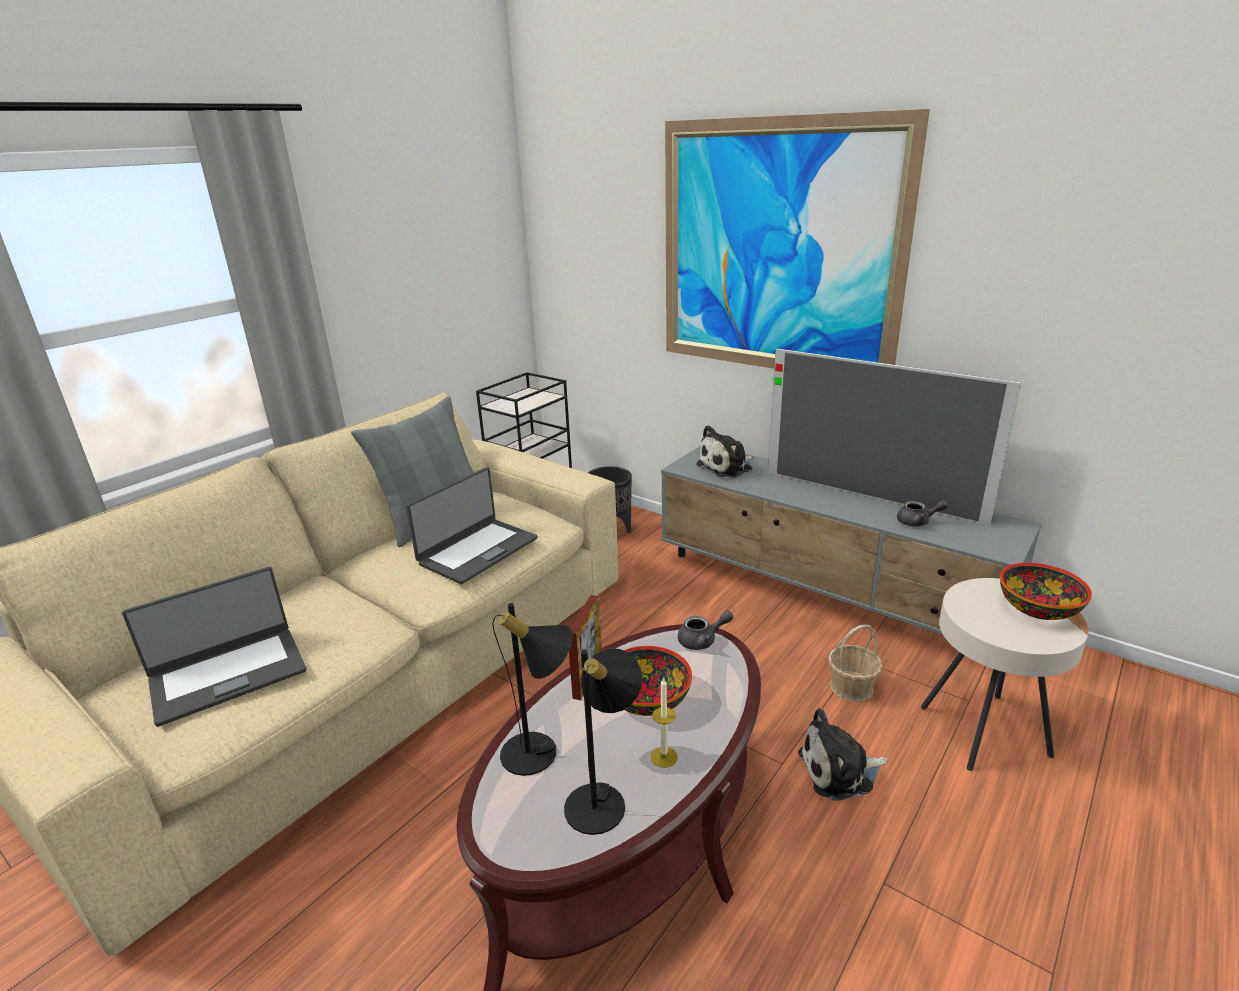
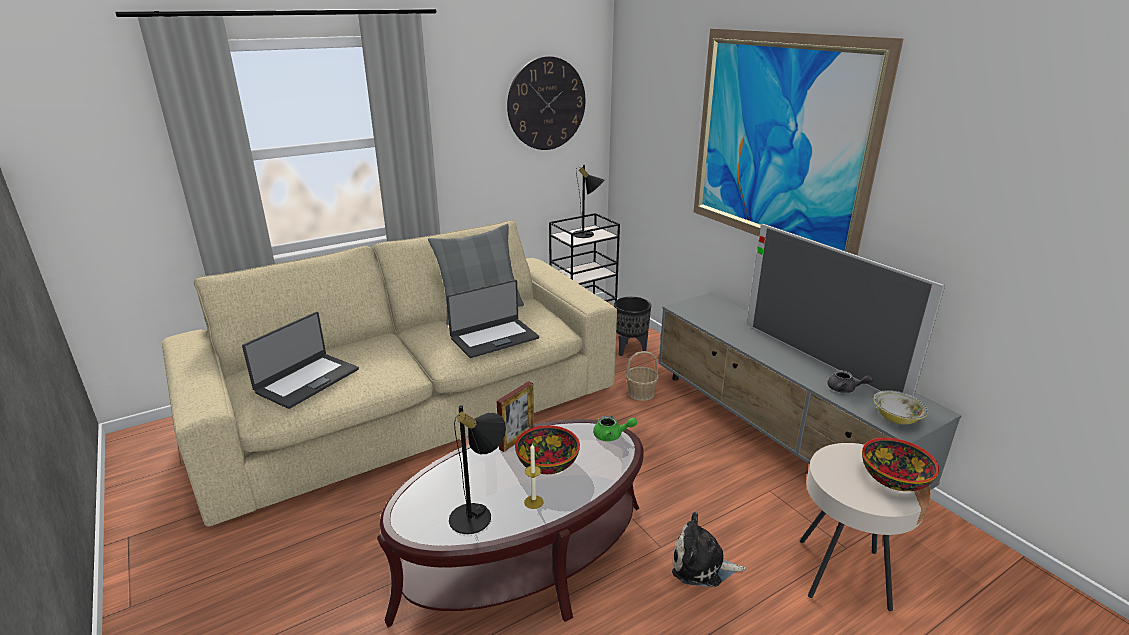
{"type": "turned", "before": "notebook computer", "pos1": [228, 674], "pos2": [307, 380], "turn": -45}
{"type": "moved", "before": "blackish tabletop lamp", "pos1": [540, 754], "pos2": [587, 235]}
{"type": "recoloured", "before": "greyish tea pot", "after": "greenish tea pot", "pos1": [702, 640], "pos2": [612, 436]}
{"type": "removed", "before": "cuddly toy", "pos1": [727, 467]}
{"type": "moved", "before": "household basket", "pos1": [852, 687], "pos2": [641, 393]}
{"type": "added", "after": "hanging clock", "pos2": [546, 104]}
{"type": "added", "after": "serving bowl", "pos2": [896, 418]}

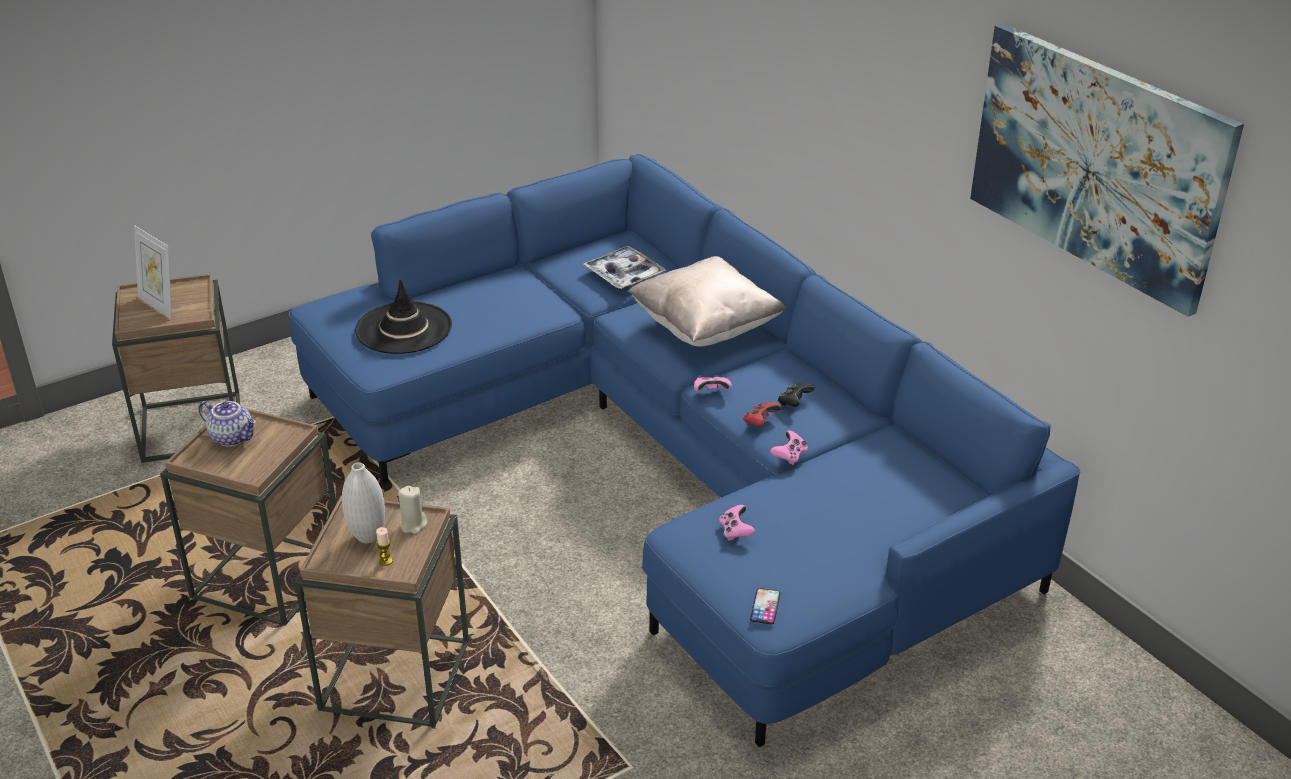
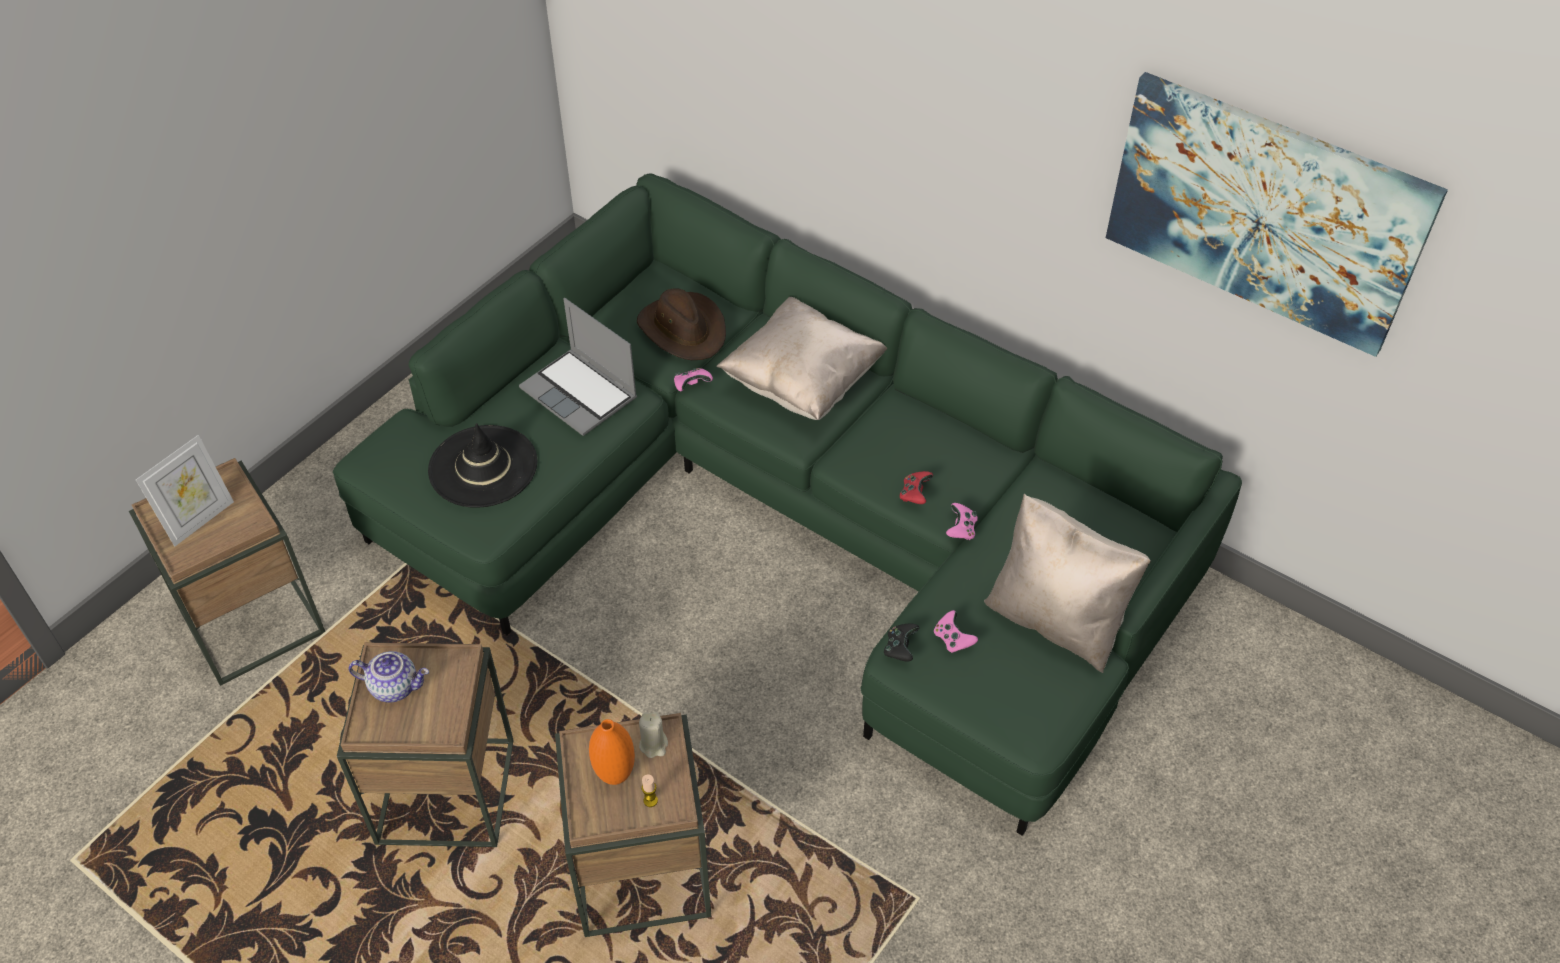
{"type": "turned", "before": "picture frame", "pos1": [160, 305], "pos2": [199, 520], "turn": -75}
{"type": "recoloured", "before": "bluish sofa", "after": "greenish sofa", "pos1": [674, 459], "pos2": [791, 518]}
{"type": "recoloured", "before": "white-coloured flower vase", "after": "orange flower vase", "pos1": [368, 537], "pos2": [615, 775]}
{"type": "replaced", "before": "tray", "after": "brown hat", "pos1": [624, 275], "pos2": [683, 329]}
{"type": "moved", "before": "pink-coloured game controller", "pos1": [711, 392], "pos2": [692, 385]}
{"type": "removed", "before": "handset", "pos1": [765, 606]}
{"type": "moved", "before": "blackish game controller", "pos1": [794, 402], "pos2": [900, 648]}
{"type": "added", "after": "notebook computer", "pos2": [581, 394]}
{"type": "added", "after": "sand-coloured cushion", "pos2": [1055, 620]}

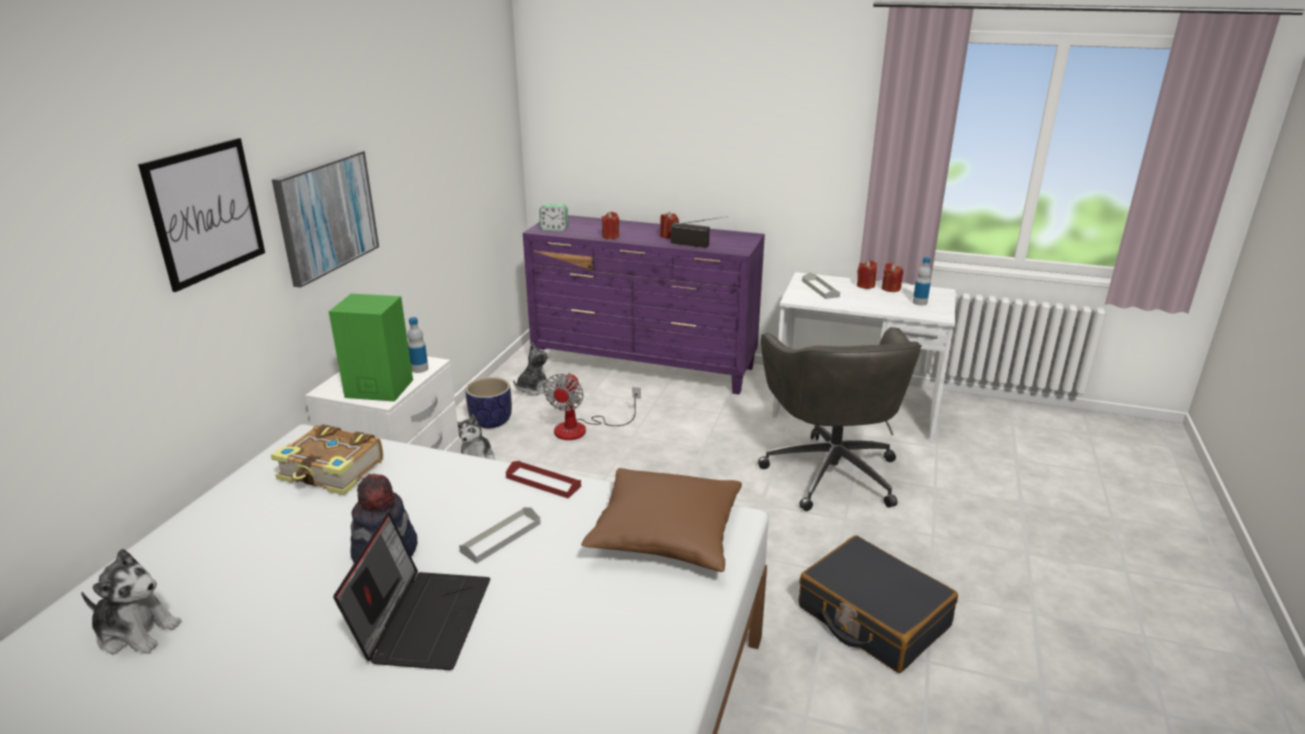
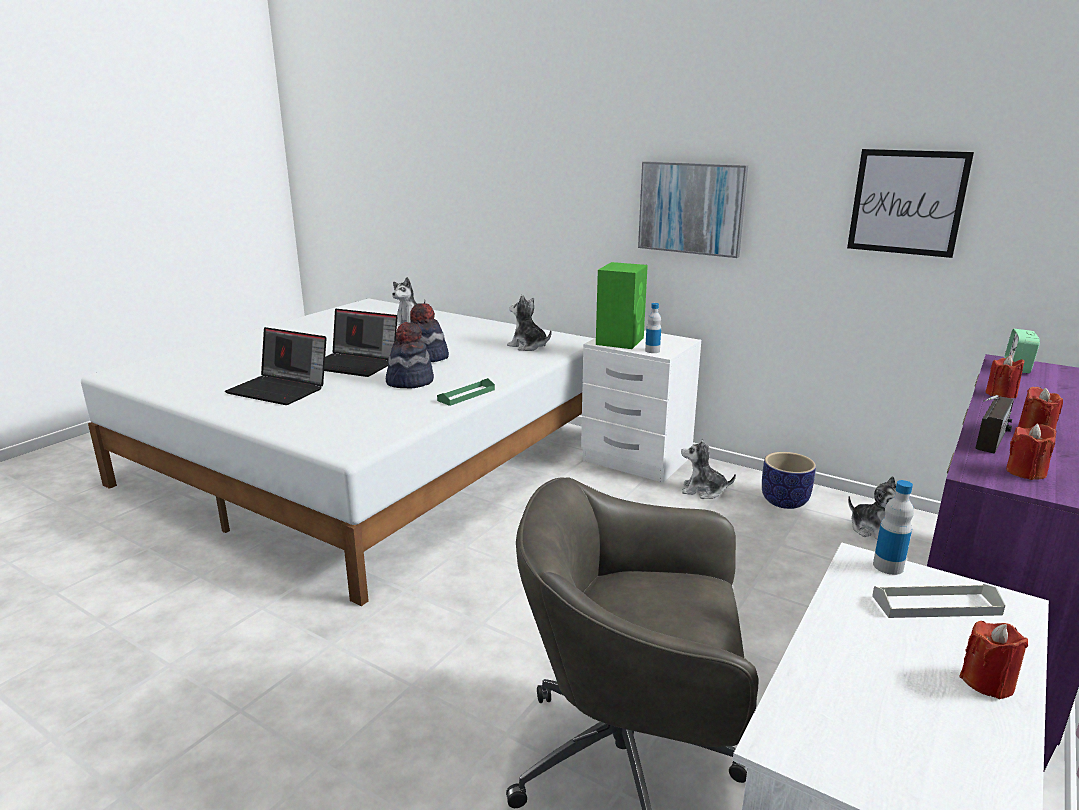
{"type": "moved", "before": "wall art", "pos1": [206, 212], "pos2": [907, 202]}
{"type": "replaced", "before": "bound book", "after": "cuddly toy", "pos1": [332, 472], "pos2": [528, 346]}
{"type": "replaced", "before": "greyish tray", "after": "hat", "pos1": [501, 537], "pos2": [410, 381]}
{"type": "recoloured", "before": "red tray", "after": "greenish tray", "pos1": [543, 482], "pos2": [466, 395]}
{"type": "removed", "before": "electric fan", "pos1": [582, 429]}
{"type": "removed", "before": "brown cushion", "pos1": [665, 534]}
{"type": "removed", "before": "blackish suitcase", "pos1": [872, 617]}
{"type": "moved", "before": "red wax light", "pos1": [890, 289], "pos2": [1025, 472]}
{"type": "moved", "before": "bottle", "pos1": [919, 302], "pos2": [888, 566]}
{"type": "added", "after": "notebook computer", "pos2": [281, 389]}

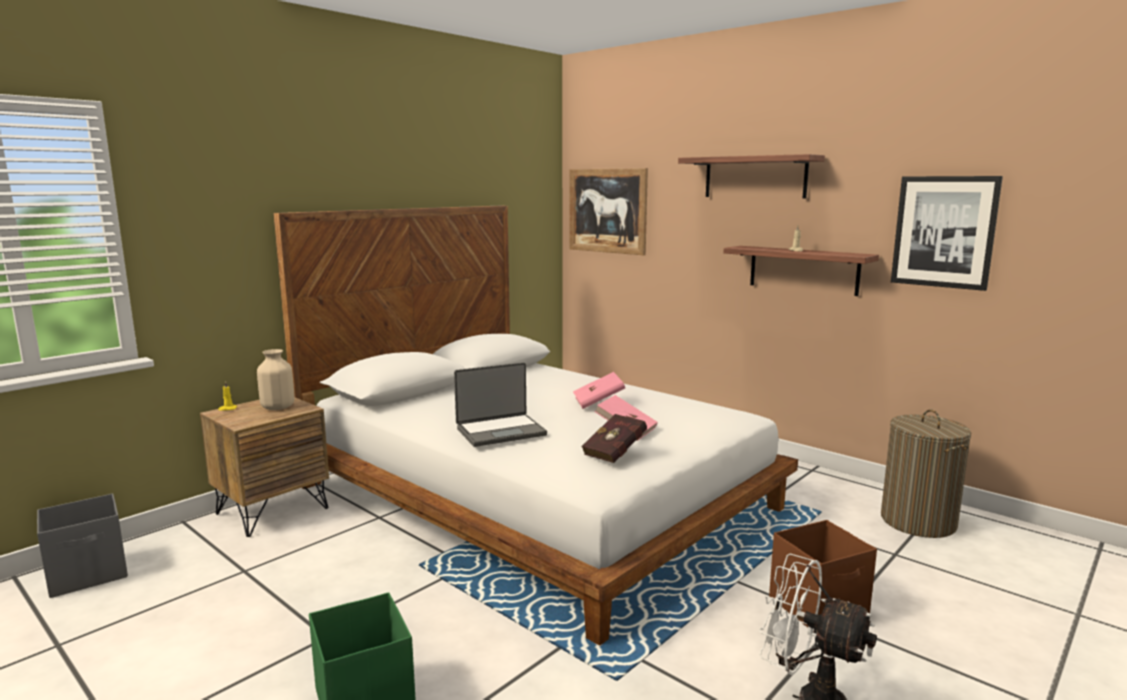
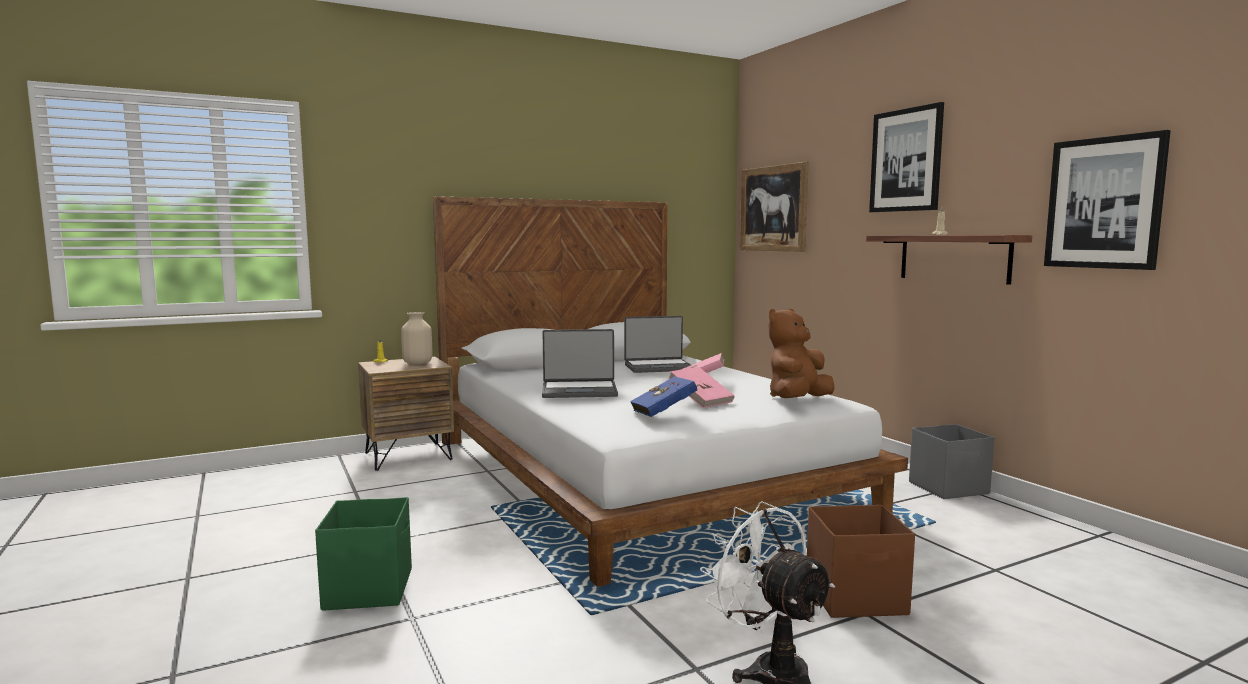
{"type": "moved", "before": "greyish storage box", "pos1": [89, 574], "pos2": [949, 488]}
{"type": "recoloured", "before": "red bound book", "after": "bluish bound book", "pos1": [617, 452], "pos2": [666, 412]}
{"type": "replaced", "before": "bracket shelf", "after": "wall art", "pos1": [755, 177], "pos2": [906, 160]}
{"type": "removed", "before": "washing basket", "pos1": [917, 521]}
{"type": "added", "after": "notebook computer", "pos2": [658, 367]}
{"type": "added", "after": "brown cuddly toy", "pos2": [797, 400]}

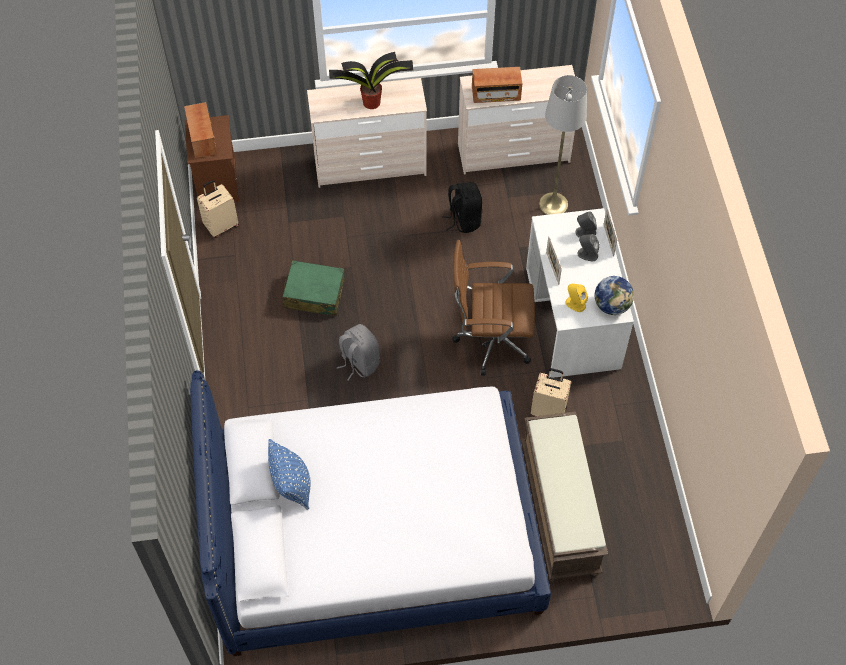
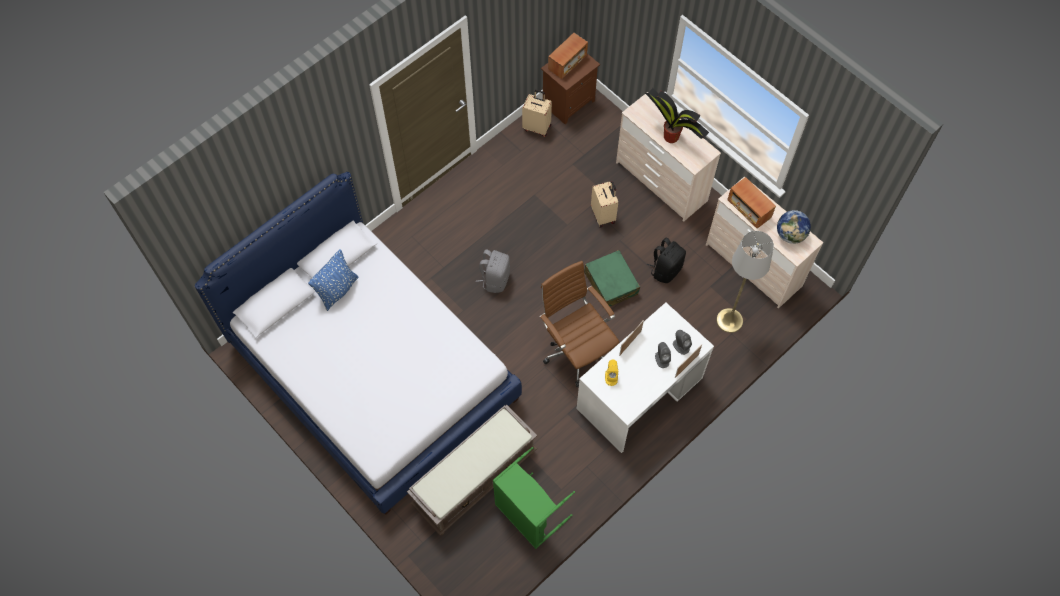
{"type": "moved", "before": "greenish suitcase", "pos1": [314, 294], "pos2": [611, 283]}
{"type": "moved", "before": "sand-coloured suitcase", "pos1": [549, 411], "pos2": [604, 215]}
{"type": "moved", "before": "world globe", "pos1": [612, 305], "pos2": [790, 235]}
{"type": "added", "after": "greenish washing basket", "pos2": [527, 515]}

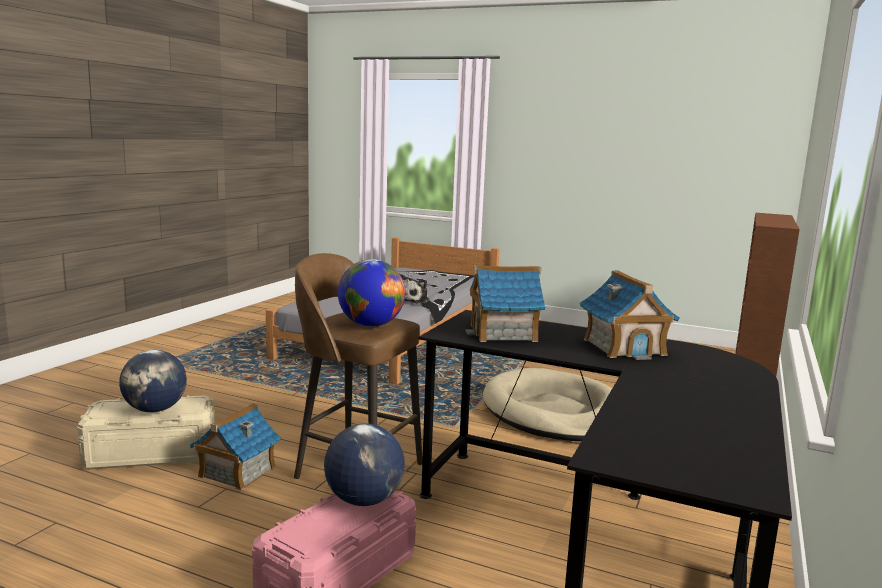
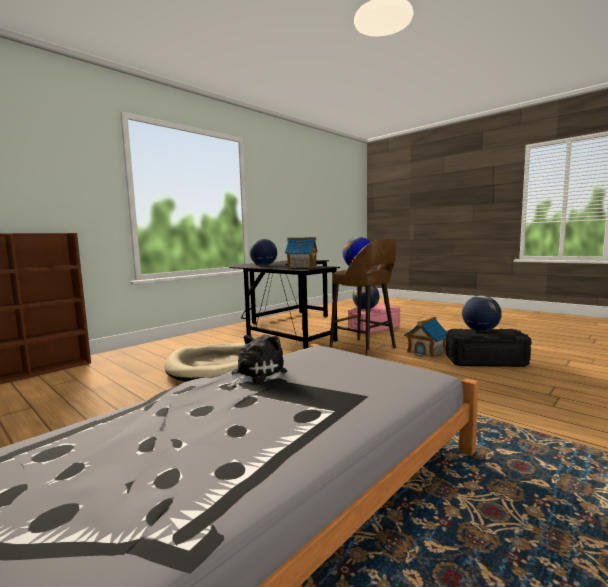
{"type": "recoloured", "before": "sand-coloured storage box", "after": "blackish storage box", "pos1": [151, 453], "pos2": [485, 361]}
{"type": "replaced", "before": "model house", "after": "world globe", "pos1": [624, 347], "pos2": [263, 266]}

